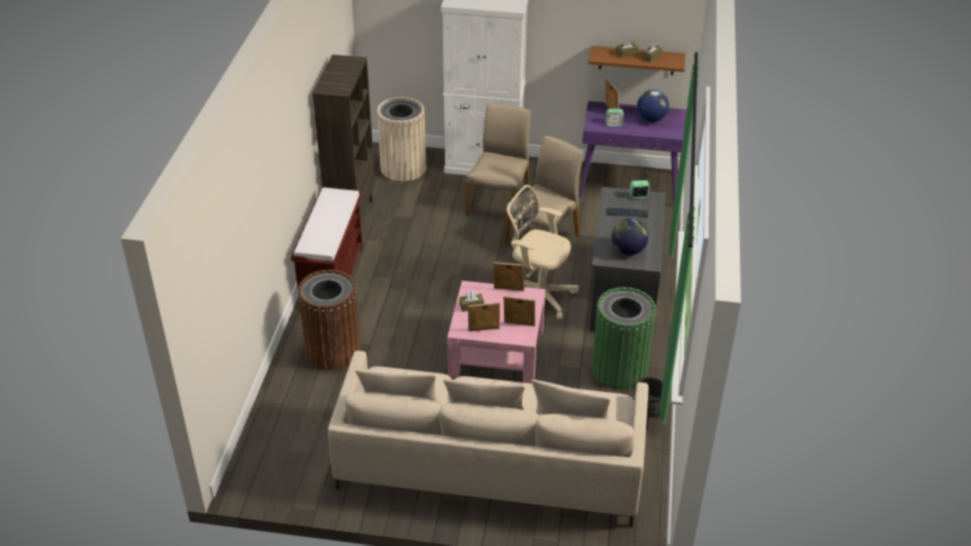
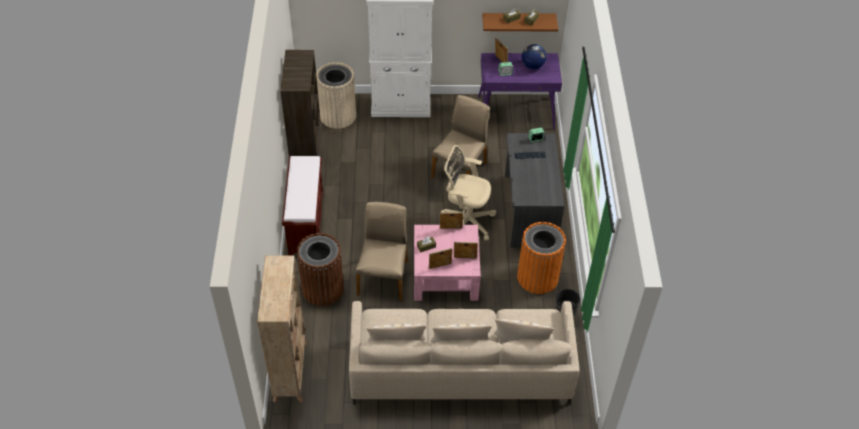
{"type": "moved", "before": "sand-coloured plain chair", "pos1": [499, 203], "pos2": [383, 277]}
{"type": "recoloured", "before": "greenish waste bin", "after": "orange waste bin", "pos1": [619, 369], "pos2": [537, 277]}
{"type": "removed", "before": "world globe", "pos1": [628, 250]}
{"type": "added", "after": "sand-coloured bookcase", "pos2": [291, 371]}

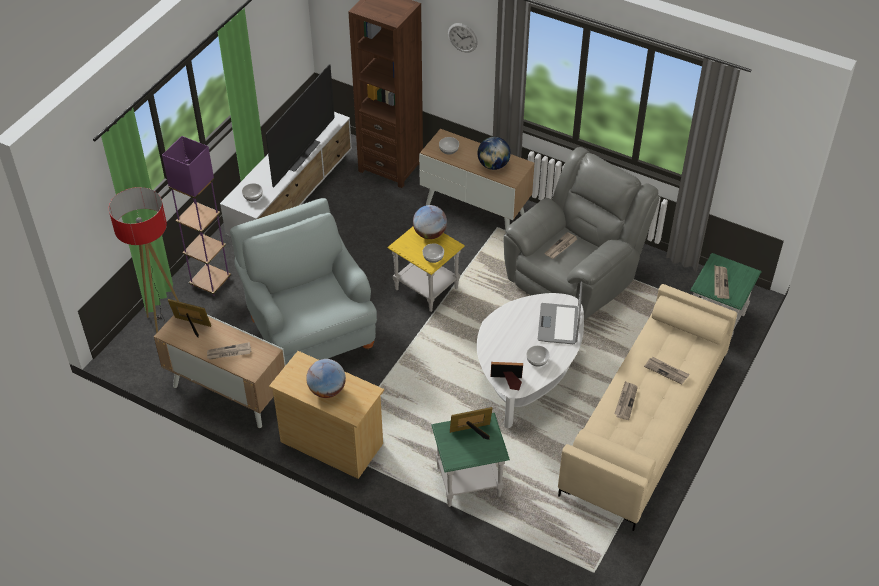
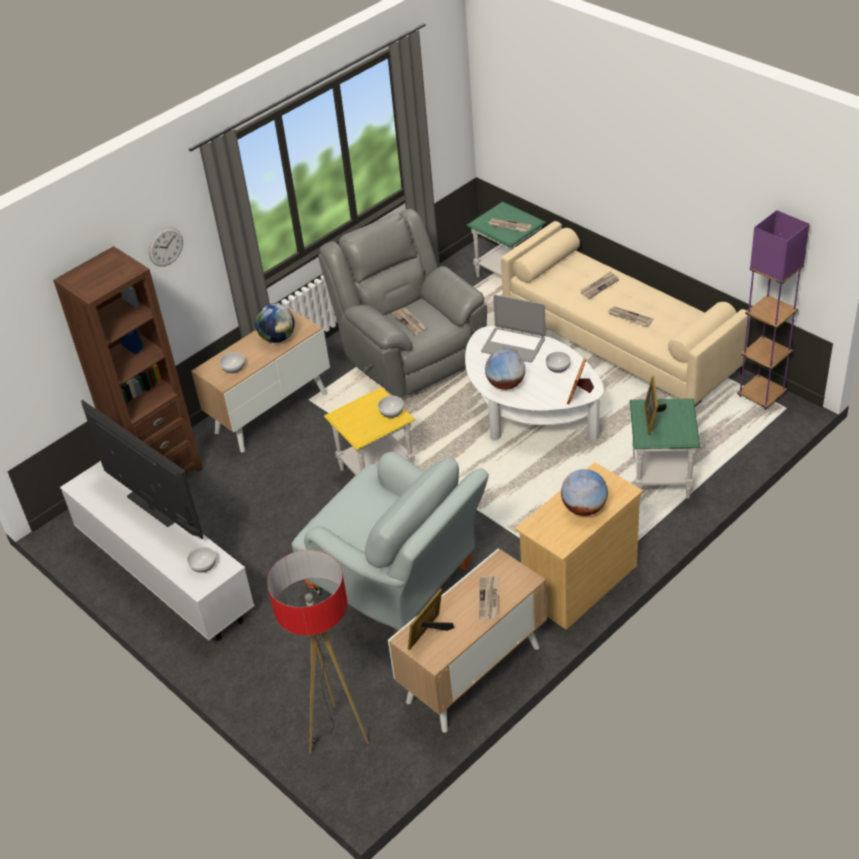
{"type": "moved", "before": "purple-coloured floor lamp", "pos1": [210, 282], "pos2": [761, 396]}
{"type": "turned", "before": "greyish armchair", "pos1": [309, 329], "pos2": [398, 583], "turn": -135}
{"type": "moved", "before": "world globe", "pos1": [430, 234], "pos2": [506, 384]}

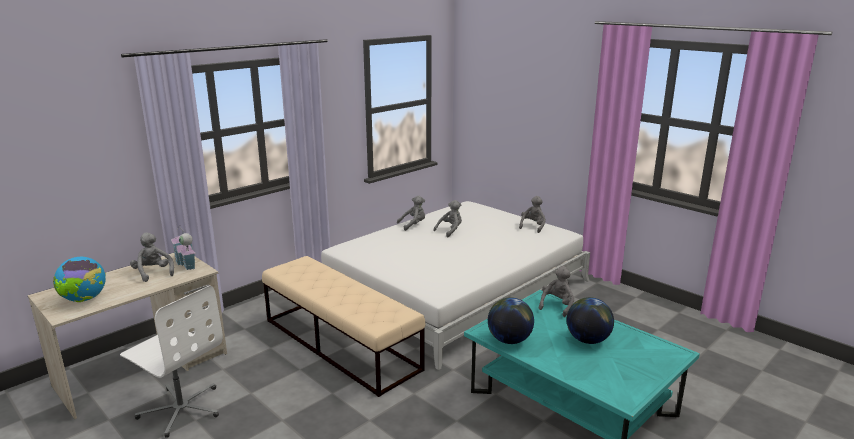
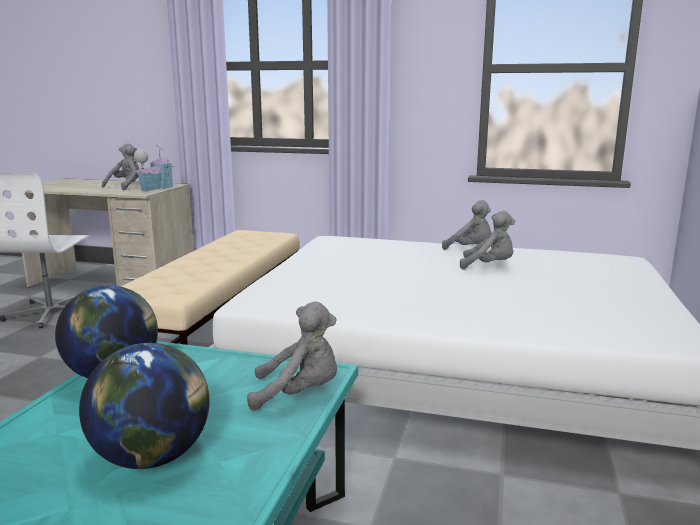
{"type": "removed", "before": "world globe", "pos1": [84, 299]}
{"type": "removed", "before": "greyish cuddly toy", "pos1": [532, 226]}

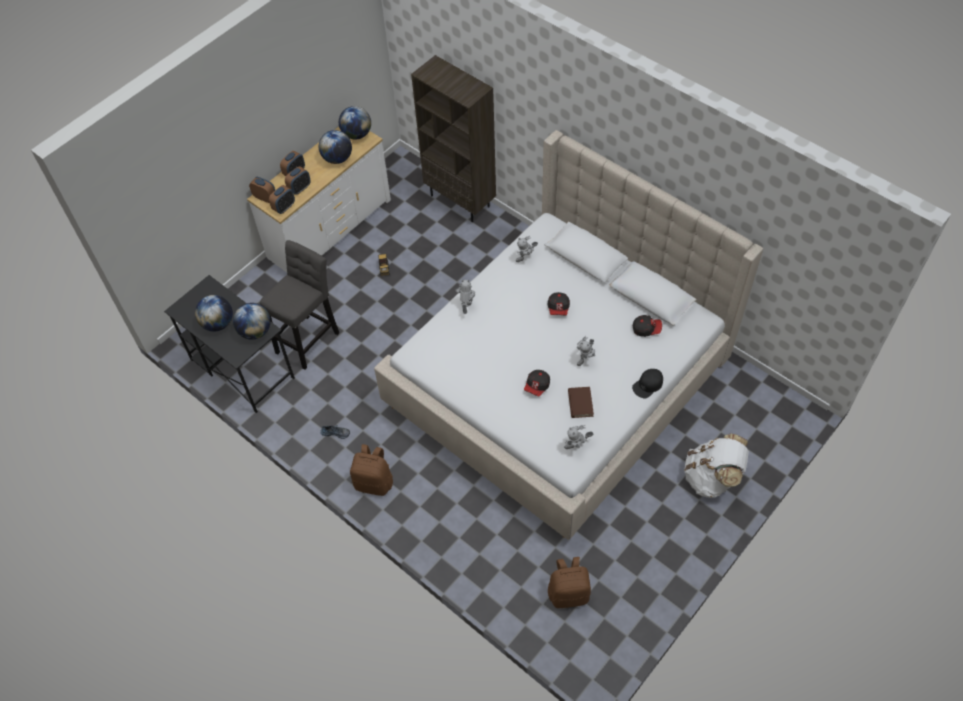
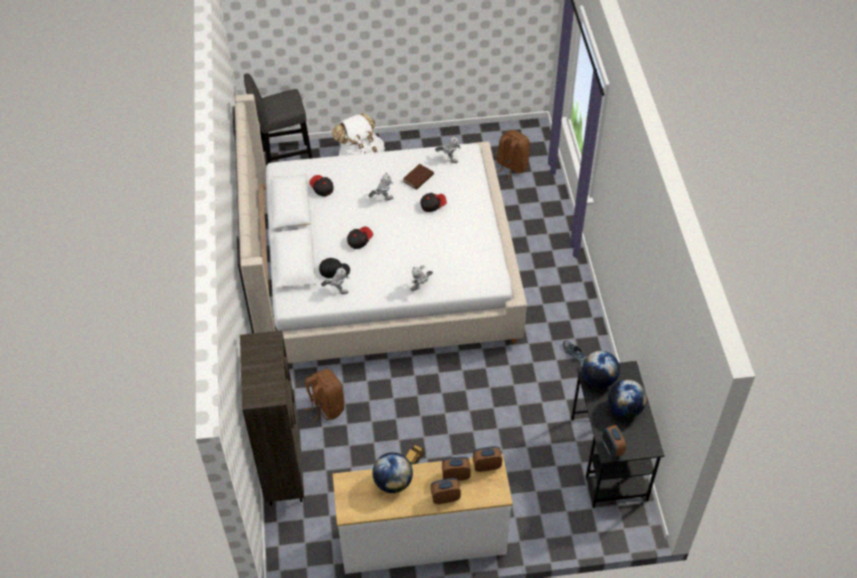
{"type": "moved", "before": "bedside clock", "pos1": [265, 197], "pos2": [612, 448]}
{"type": "moved", "before": "greyish stool seat", "pos1": [309, 339], "pos2": [283, 158]}
{"type": "removed", "before": "world globe", "pos1": [357, 134]}
{"type": "moved", "before": "brown rucksack", "pos1": [374, 482], "pos2": [326, 407]}
{"type": "moved", "before": "blackish baseball cap", "pos1": [648, 385], "pos2": [334, 270]}

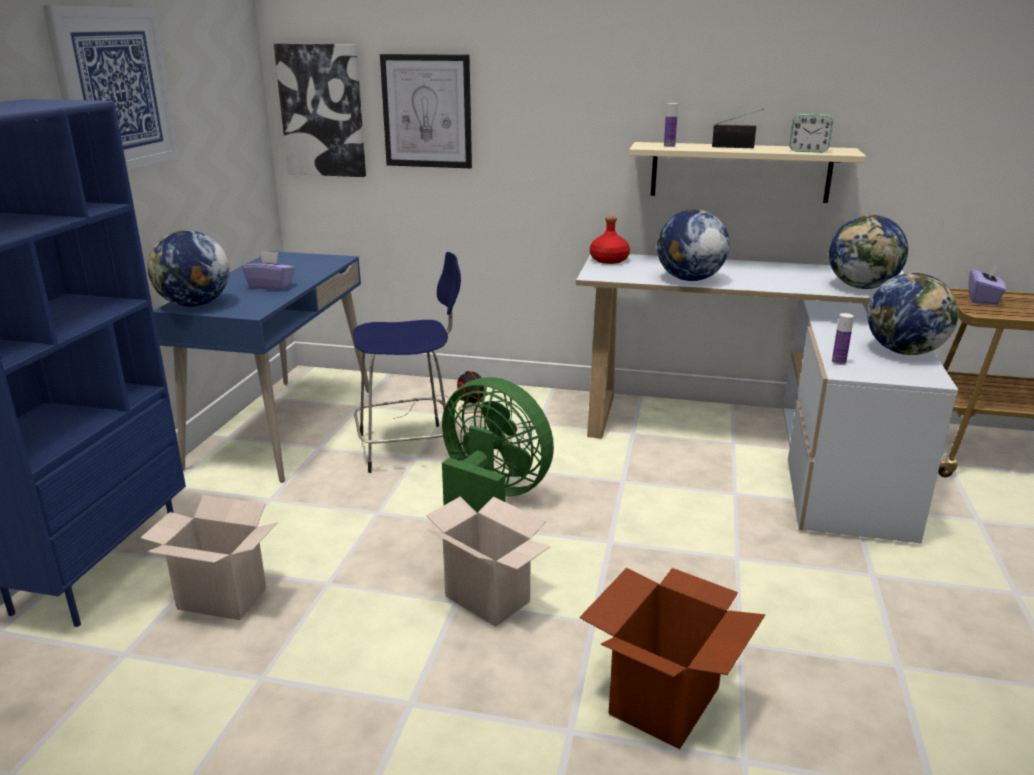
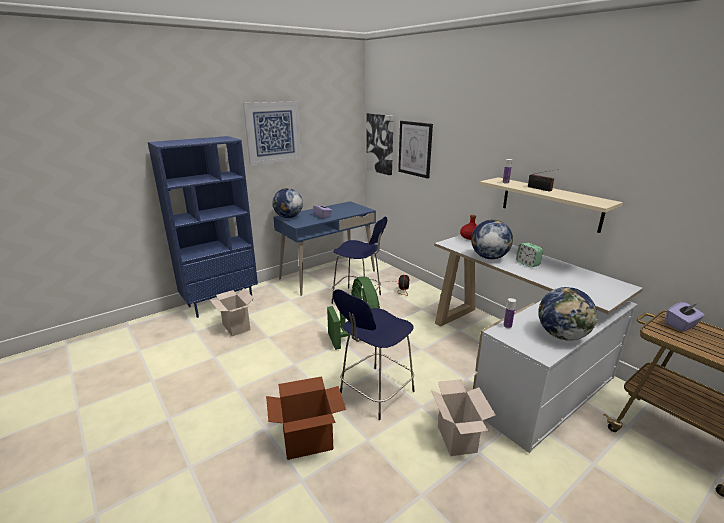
{"type": "moved", "before": "packing box", "pos1": [490, 599], "pos2": [458, 439]}
{"type": "moved", "before": "bedside clock", "pos1": [808, 151], "pos2": [527, 263]}
{"type": "removed", "before": "world globe", "pos1": [862, 287]}
{"type": "added", "after": "bluish stool seat", "pos2": [375, 393]}

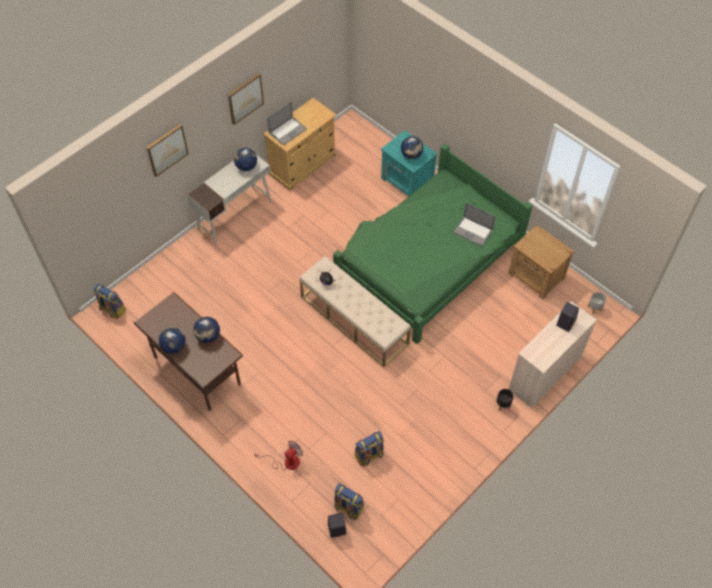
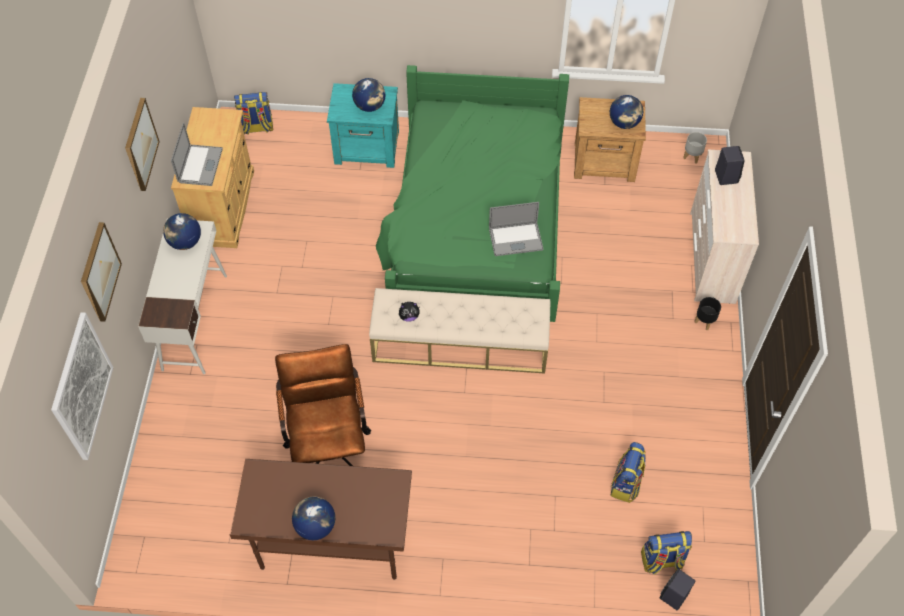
{"type": "moved", "before": "rucksack", "pos1": [112, 309], "pos2": [257, 127]}
{"type": "moved", "before": "world globe", "pos1": [208, 336], "pos2": [624, 123]}
{"type": "removed", "before": "electric fan", "pos1": [286, 462]}
{"type": "moved", "before": "notebook computer", "pos1": [472, 231], "pos2": [515, 239]}
{"type": "added", "after": "wall art", "pos2": [81, 387]}
{"type": "added", "after": "brown computer chair", "pos2": [328, 443]}

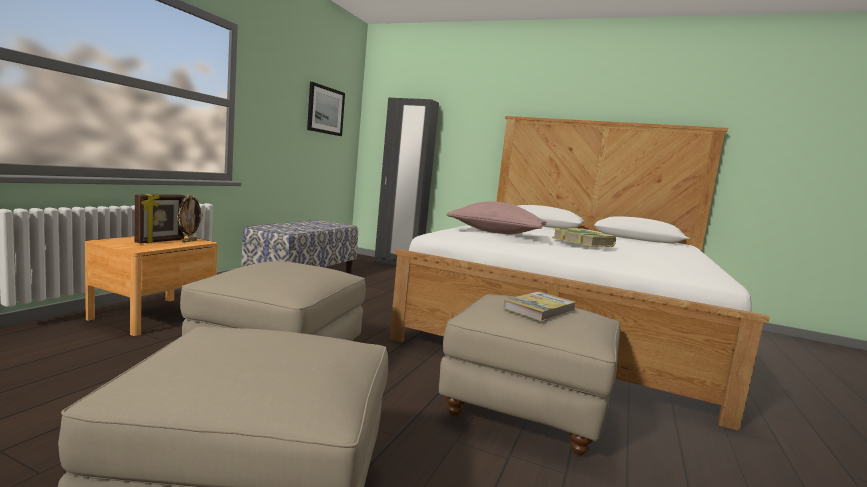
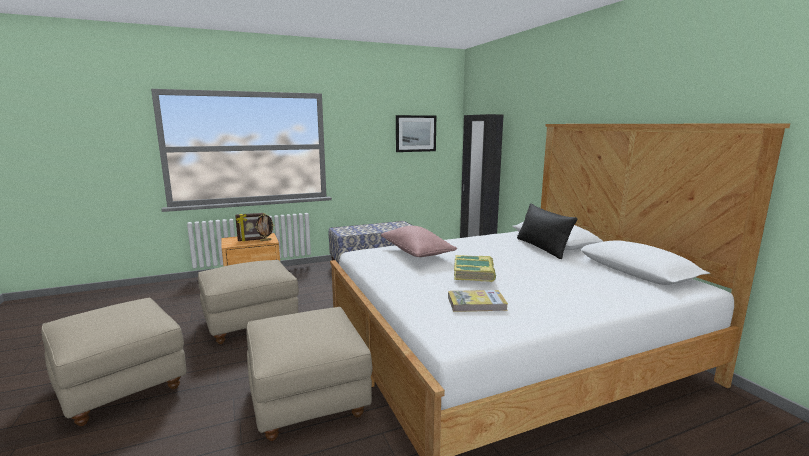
{"type": "moved", "before": "bound book", "pos1": [539, 309], "pos2": [476, 303]}
{"type": "added", "after": "blackish cushion", "pos2": [541, 248]}

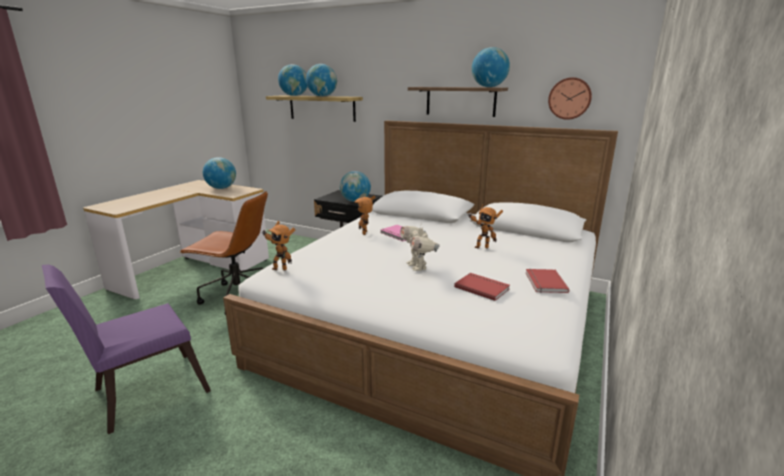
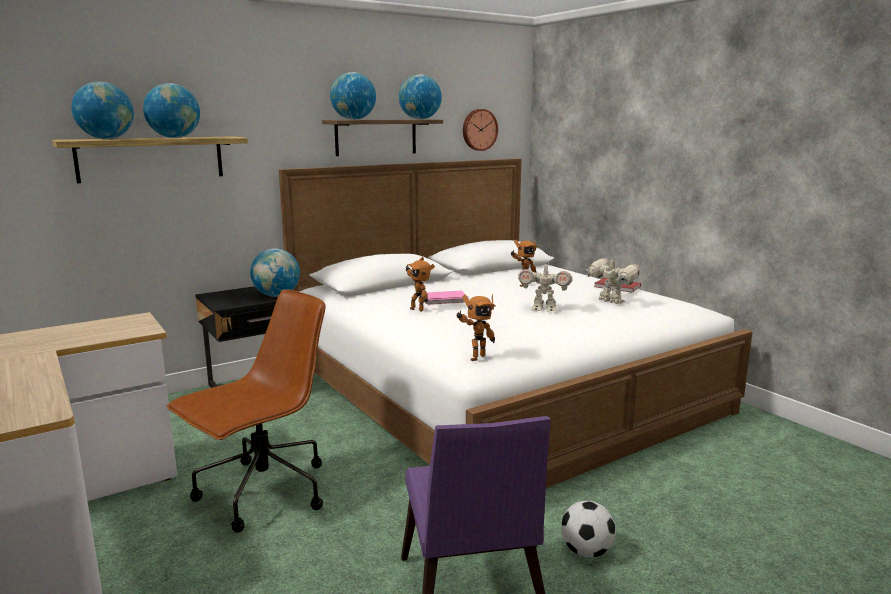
{"type": "moved", "before": "world globe", "pos1": [221, 188], "pos2": [353, 119]}
{"type": "replaced", "before": "red bound book", "after": "model robot", "pos1": [482, 287], "pos2": [610, 302]}
{"type": "added", "after": "football ball", "pos2": [587, 552]}

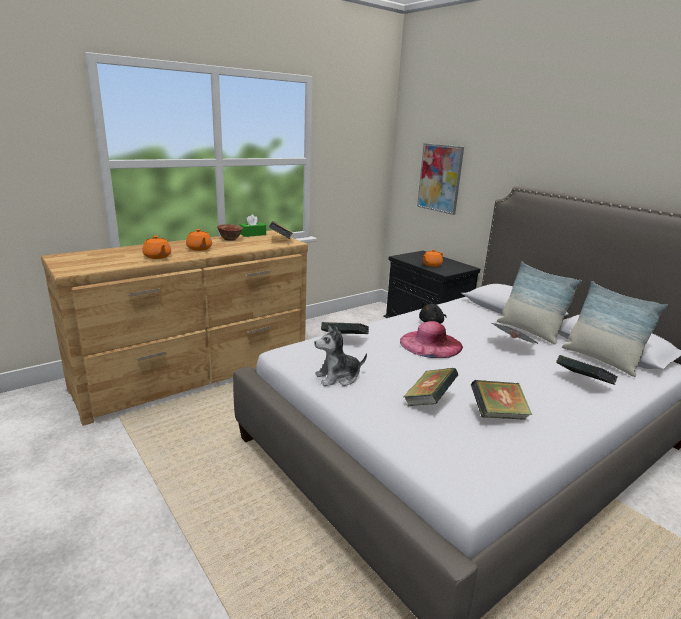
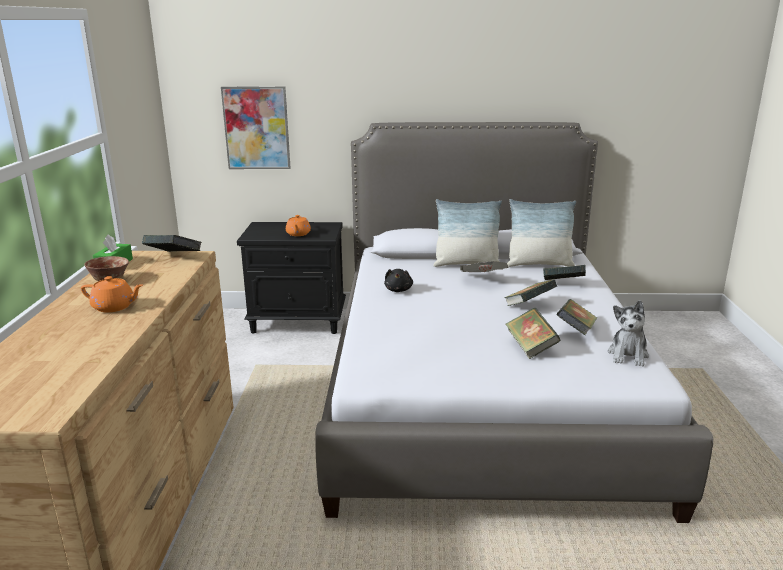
{"type": "removed", "before": "orange tea pot", "pos1": [157, 257]}
{"type": "moved", "before": "cuddly toy", "pos1": [338, 377], "pos2": [628, 355]}
{"type": "moved", "before": "bound book", "pos1": [344, 340], "pos2": [529, 306]}
{"type": "removed", "before": "pink-coloured hat", "pos1": [430, 343]}

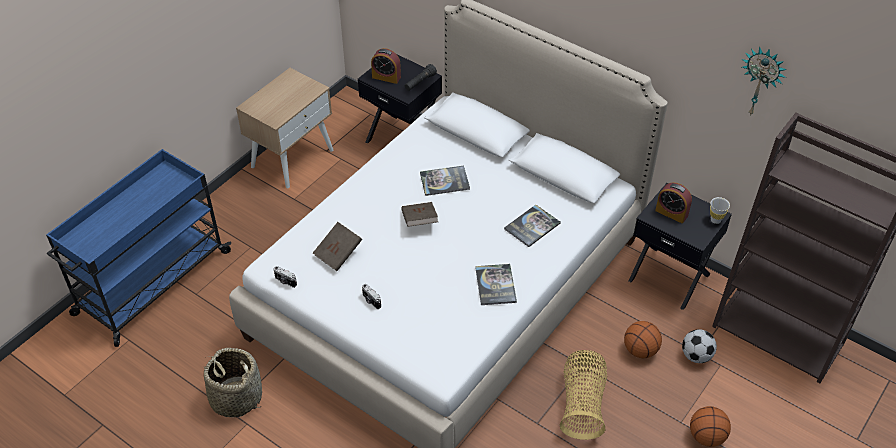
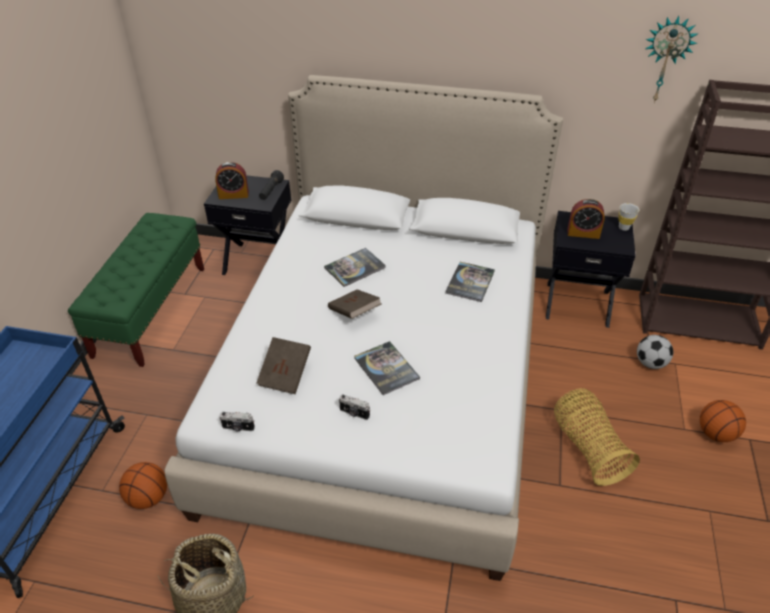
{"type": "replaced", "before": "sand-coloured night table", "after": "greenish long seat", "pos1": [292, 158], "pos2": [151, 311]}
{"type": "moved", "before": "bound book", "pos1": [495, 285], "pos2": [386, 368]}
{"type": "moved", "before": "basketball ball", "pos1": [640, 350], "pos2": [148, 497]}

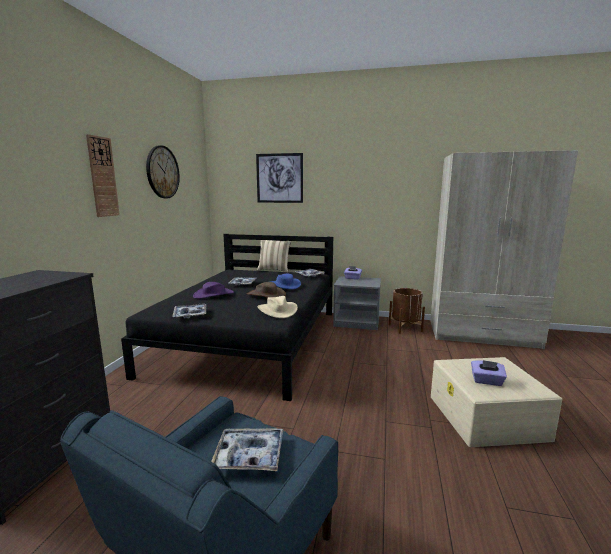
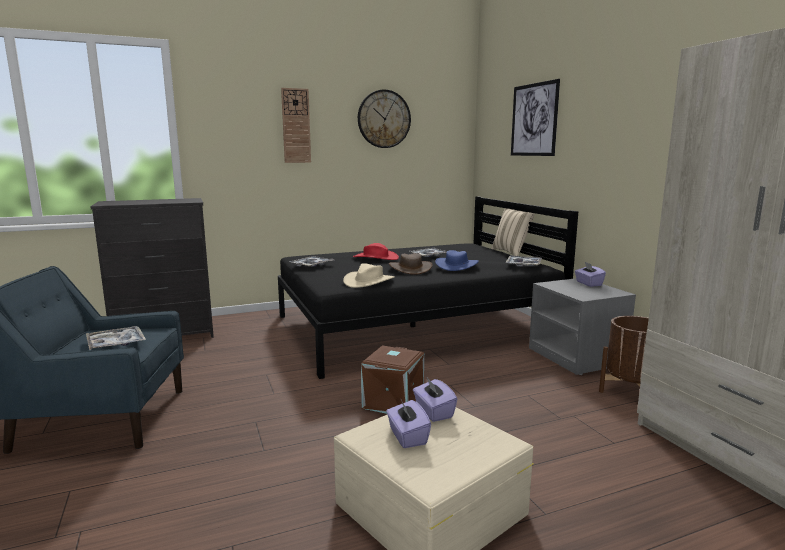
{"type": "recoloured", "before": "purple-coloured hat", "after": "red hat", "pos1": [214, 294], "pos2": [375, 257]}
{"type": "added", "after": "brown storage box", "pos2": [394, 402]}
{"type": "added", "after": "purple-coloured box of tissues", "pos2": [433, 412]}

